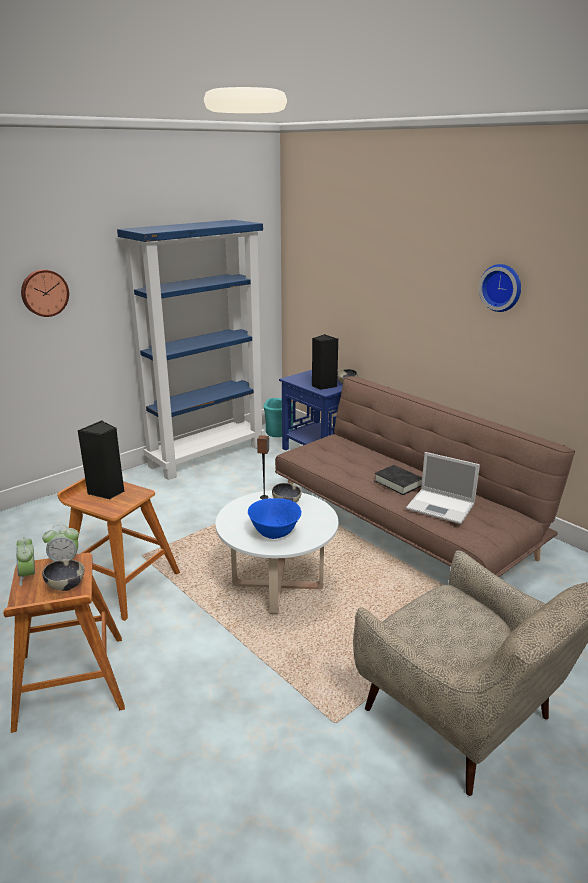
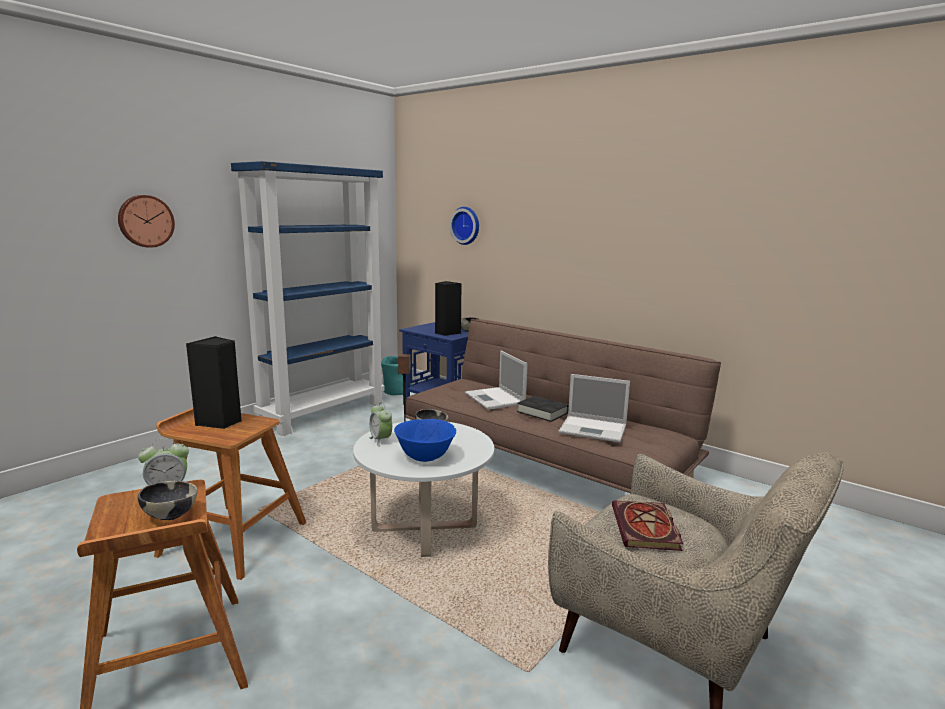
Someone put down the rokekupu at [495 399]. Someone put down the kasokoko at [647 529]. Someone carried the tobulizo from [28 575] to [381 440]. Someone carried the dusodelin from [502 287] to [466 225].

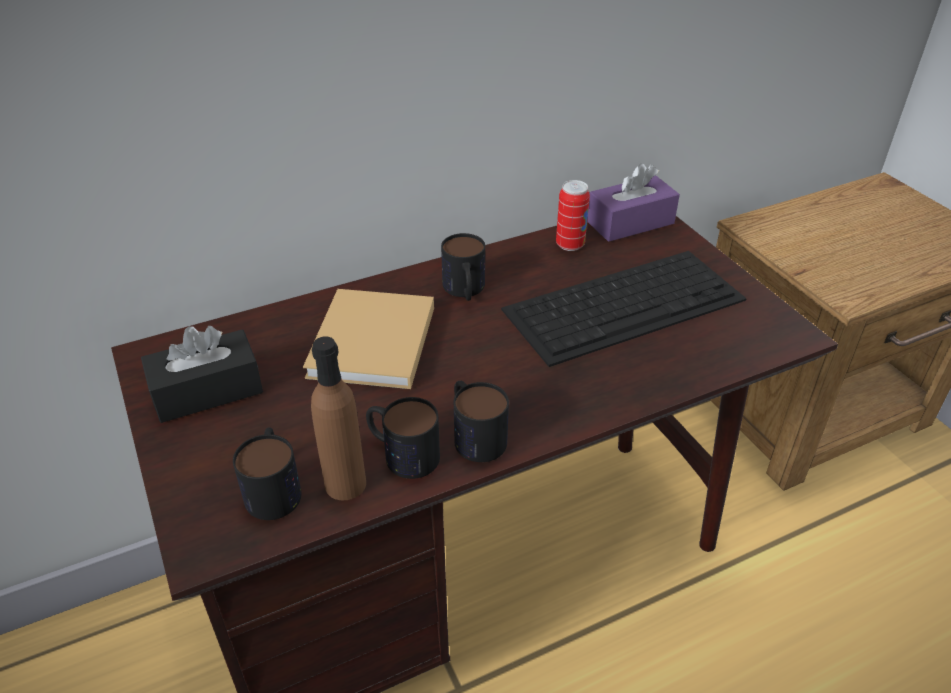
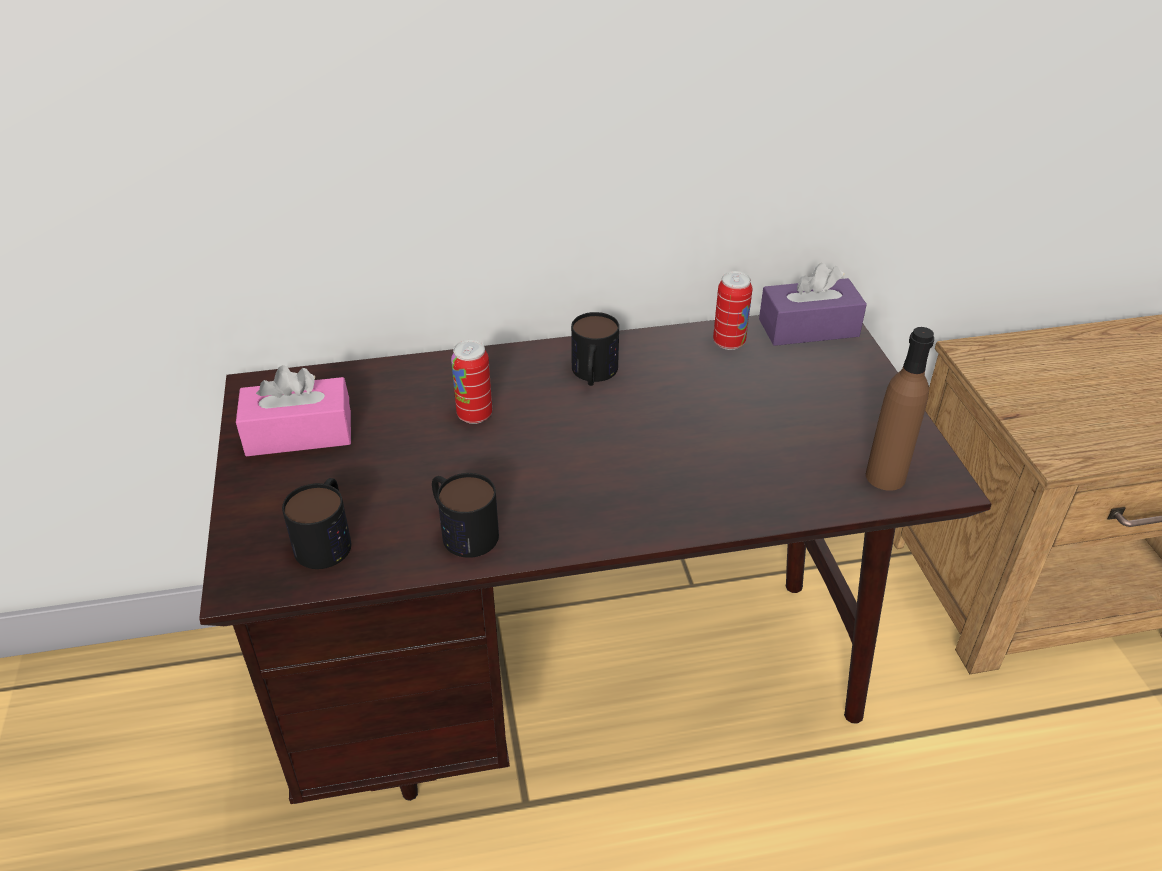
Someone took away the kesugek at [474 434]. Someone took away the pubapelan at [625 303]. Someone carried the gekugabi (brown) from [345 484] to [885 477]. Someone swapped the kasokoko (beige) at [371 344] for the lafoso at [474 415]. Someone repainted the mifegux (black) at [207 391], which became the mifegux (pink) at [299 433].

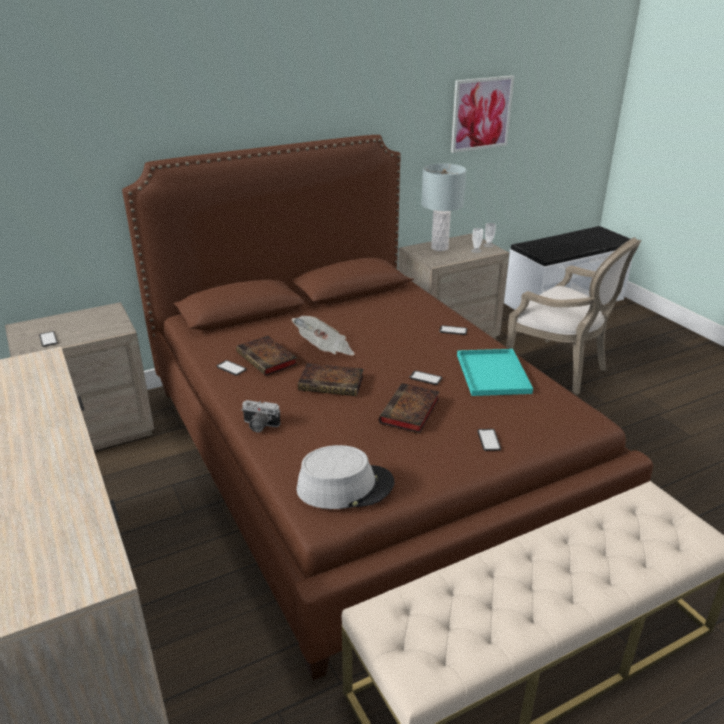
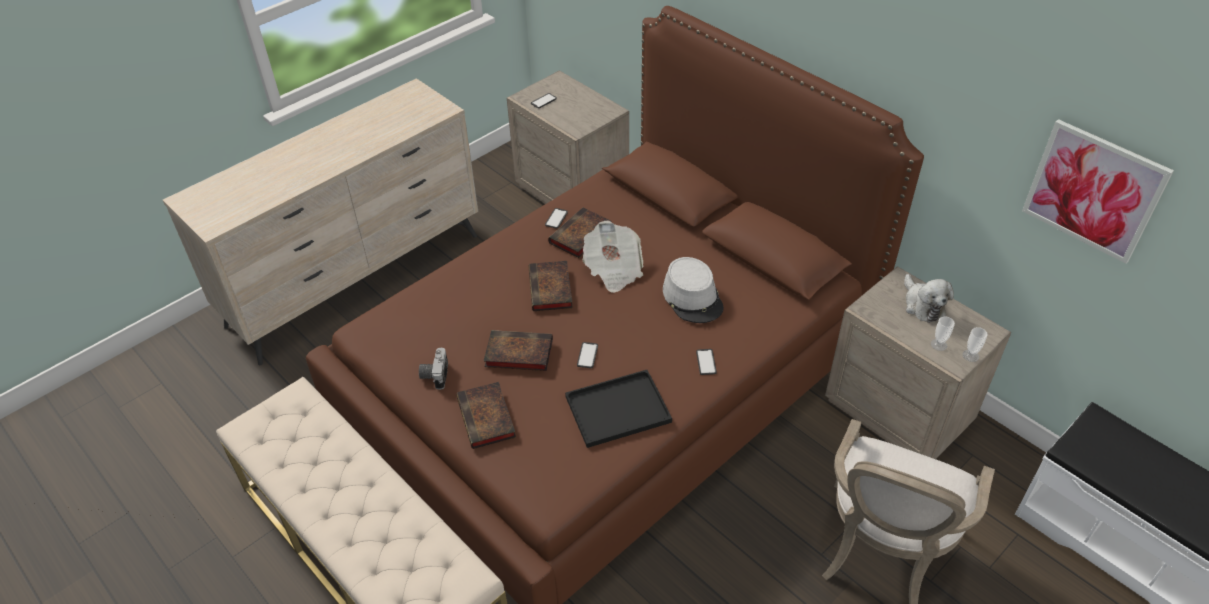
Someone carried the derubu from [259 426] to [434 375]. Someone carried the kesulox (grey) from [345 486] to [693 298]. Someone swapped the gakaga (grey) at [439 248] for the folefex at [922 305]. Someone swapped the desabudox at [489 440] for the kasokoko at [487 419]. Someone repainted the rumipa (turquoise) at [491 372], which became the rumipa (black) at [619 408].

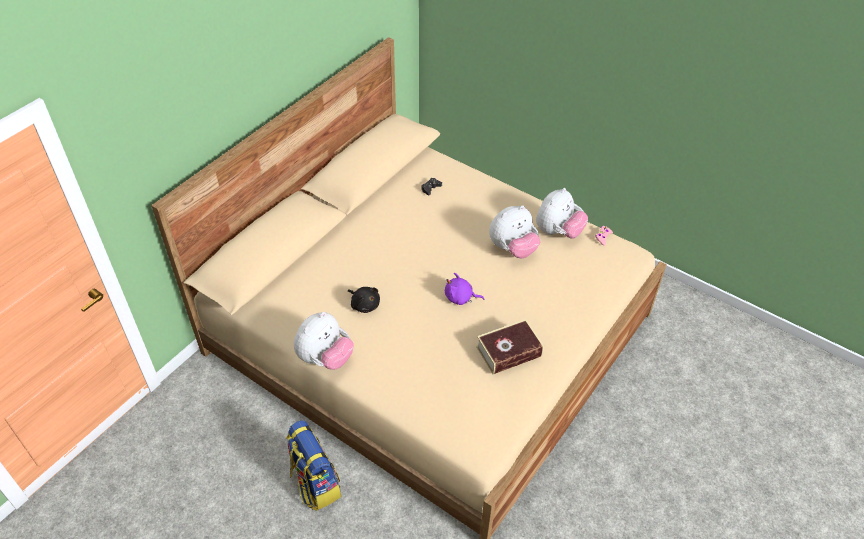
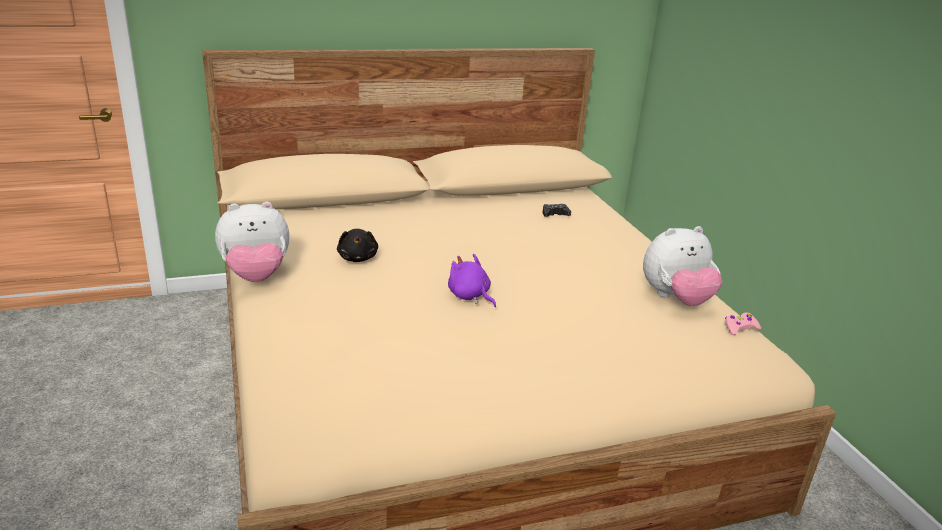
Someone took away the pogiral at [315 484]. Someone took away the kasokoko at [509 351]. Someone took away the folefex at [512 249].

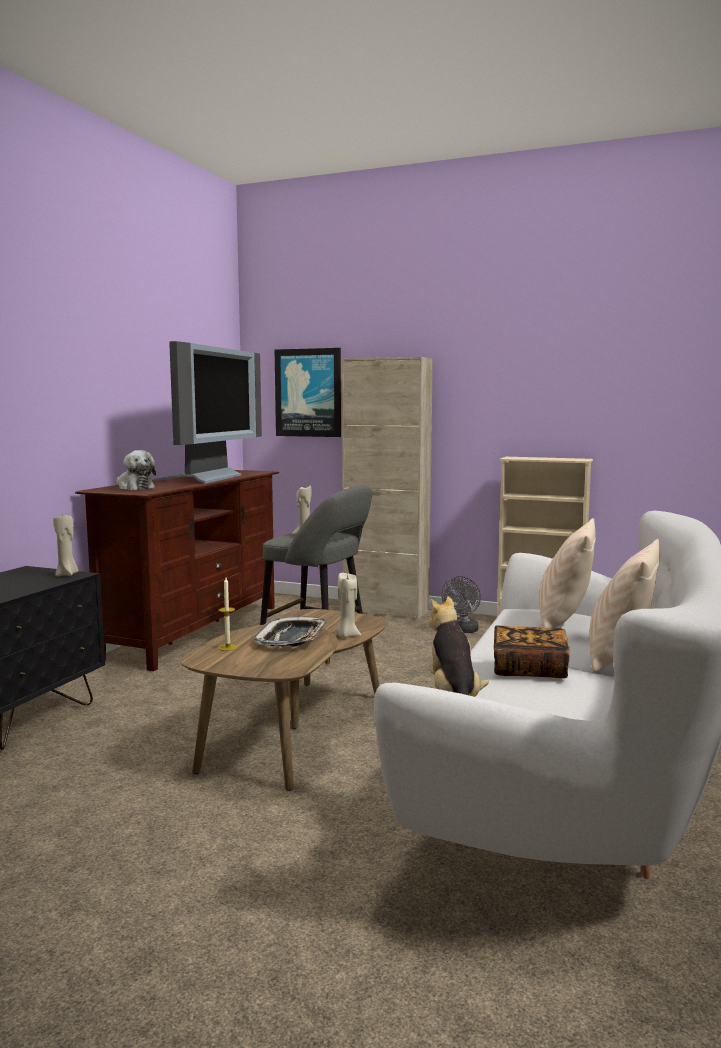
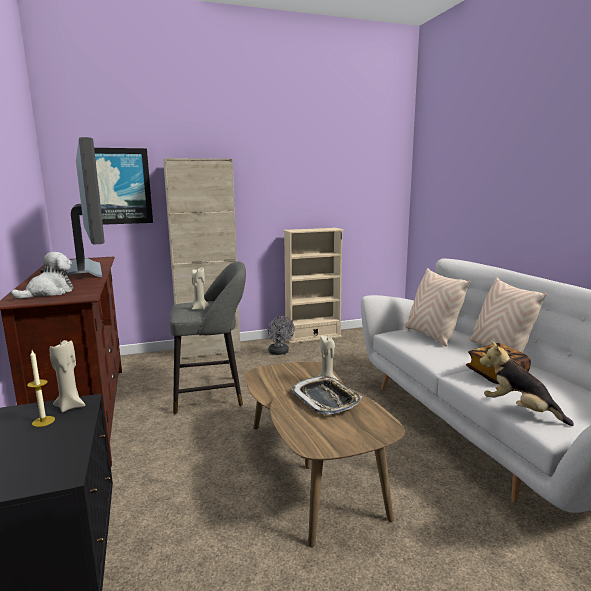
Someone carried the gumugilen from [227 647] to [43 421]. Someone rotated the folefex at [134 487] by 60 degrees counterclockwise.

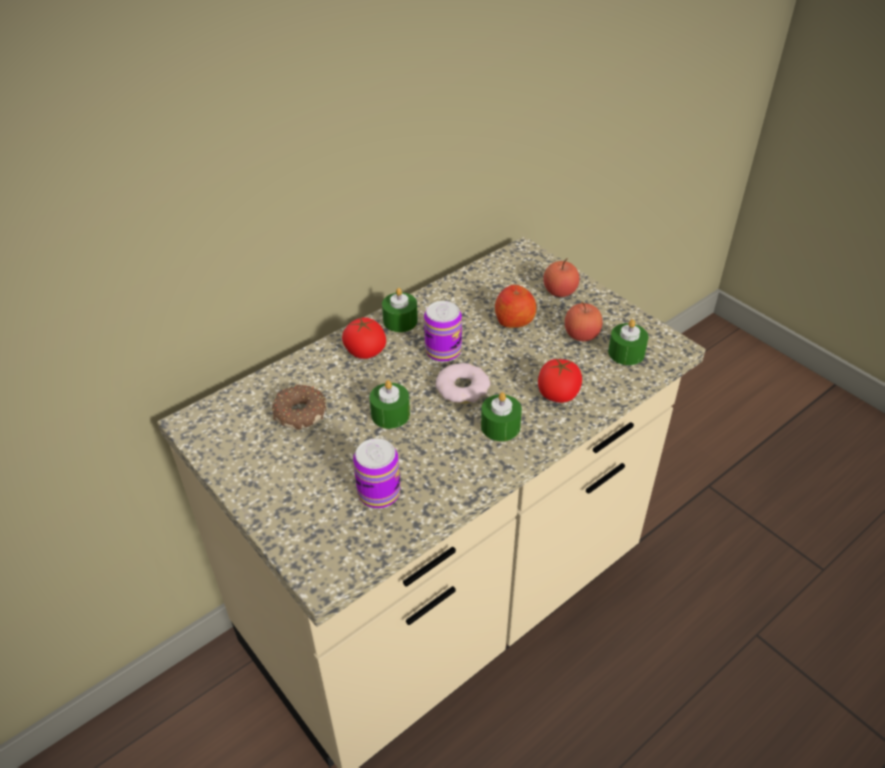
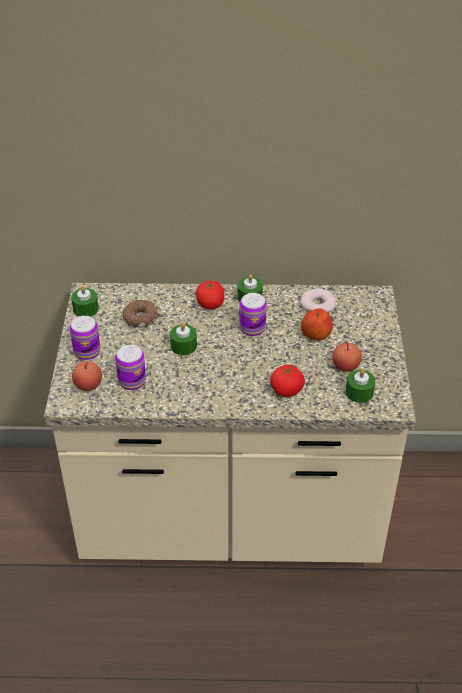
Someone put down the lafoso at [87 352]. Someone carried the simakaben from [462 388] to [318 305]. Someone carried the gumugilen (green) from [500 426] to [86 309]. Someone carried the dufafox from [559 291] to [88 385].

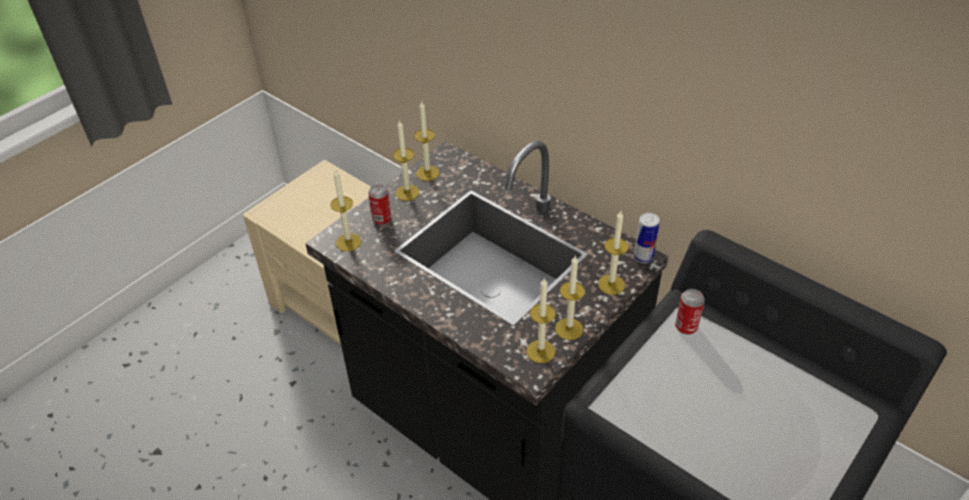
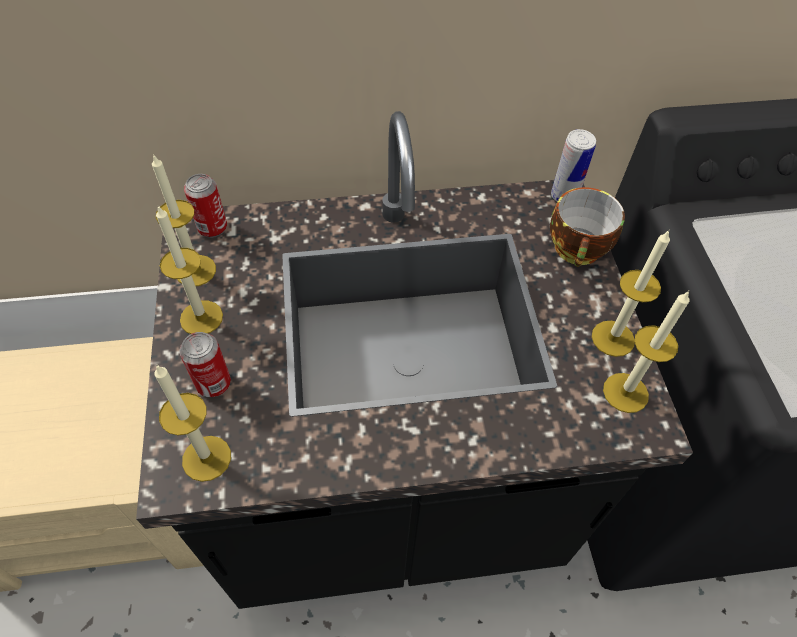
Someone carried the lafoso from [686 327] to [212 228]. Someone swapped the gumugilen at [611 284] for the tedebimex at [578 251].

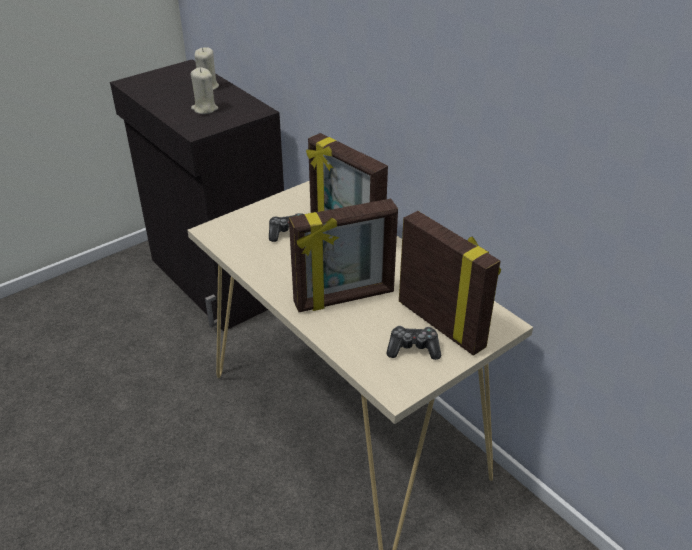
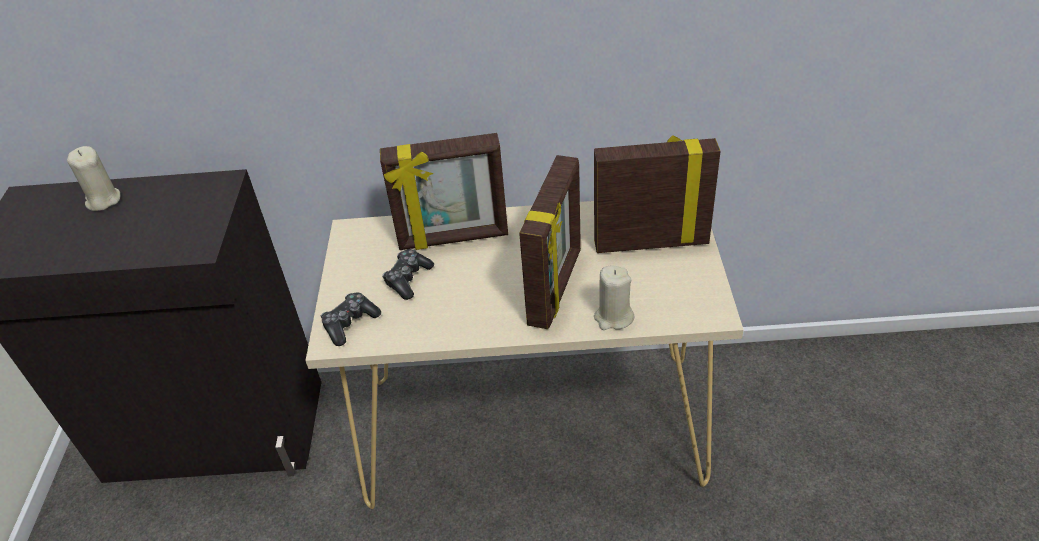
Someone carried the gumugilen (beige) from [205 109] to [613 317]. Someone carried the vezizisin from [413 349] to [350 324].

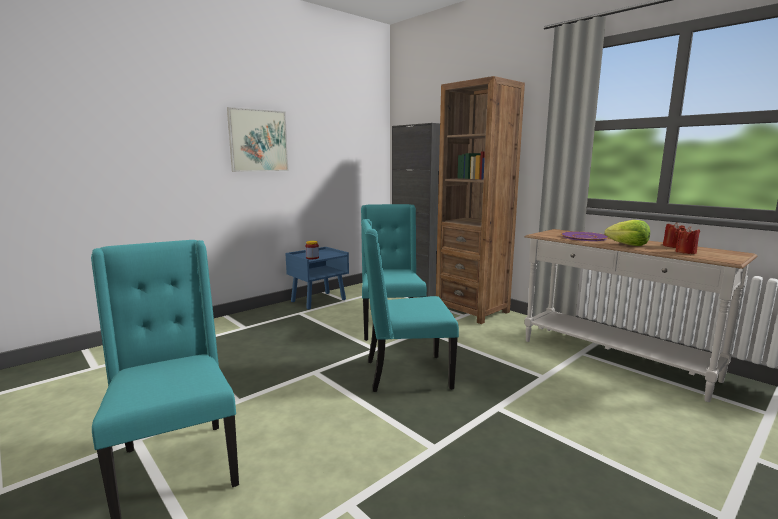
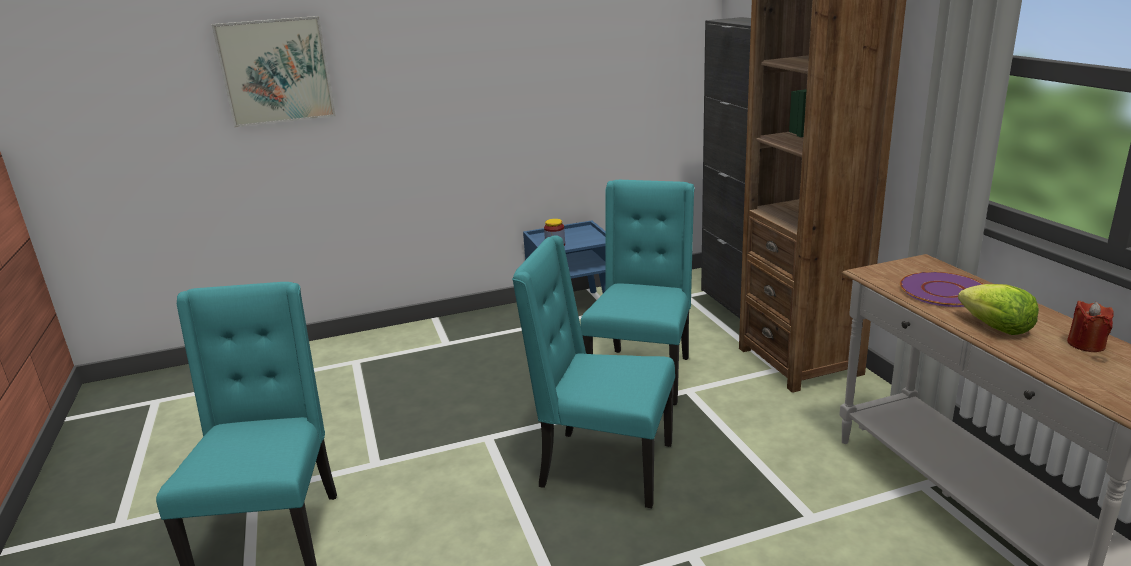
Someone took away the gumugilen (red) at [685 252]. Someone carried the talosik from [258 141] to [276 71].

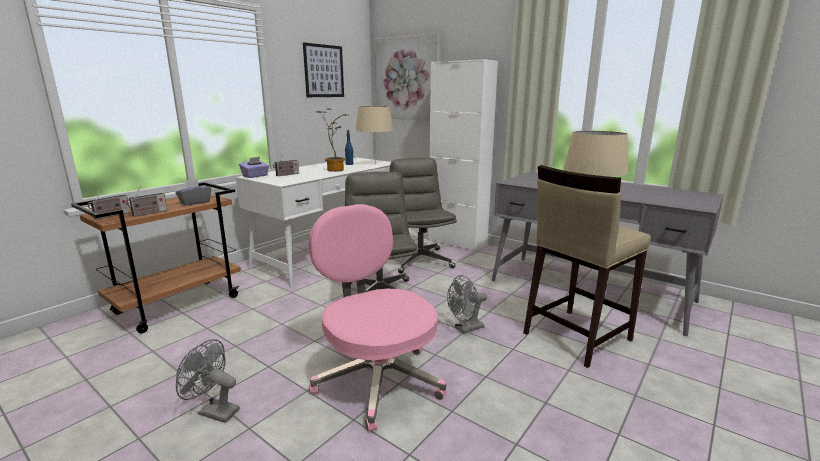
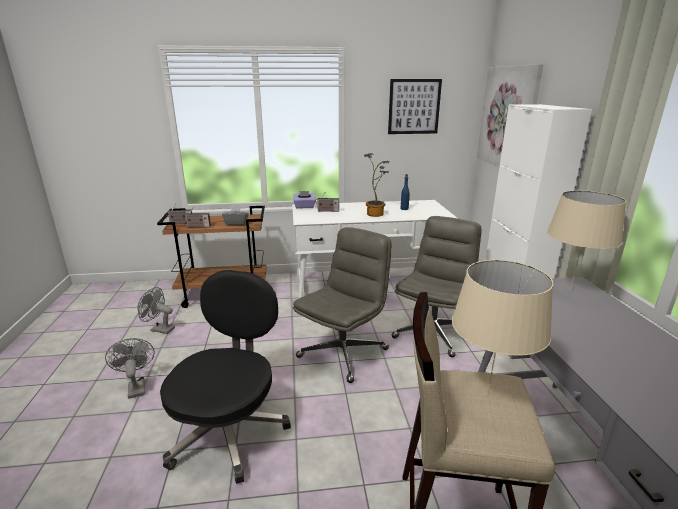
Someone carried the gakaga (beige) from [375 164] to [570 289]. Someone carried the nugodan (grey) from [465 329] to [159 329]. Someone repainted the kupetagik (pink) at [377 379], which became the kupetagik (black) at [230 430].

